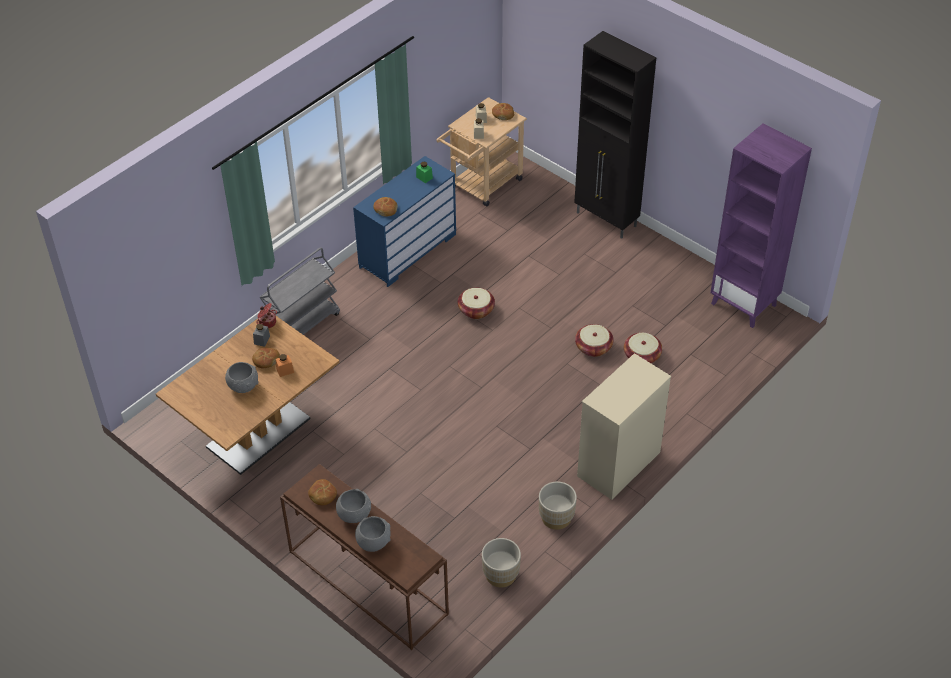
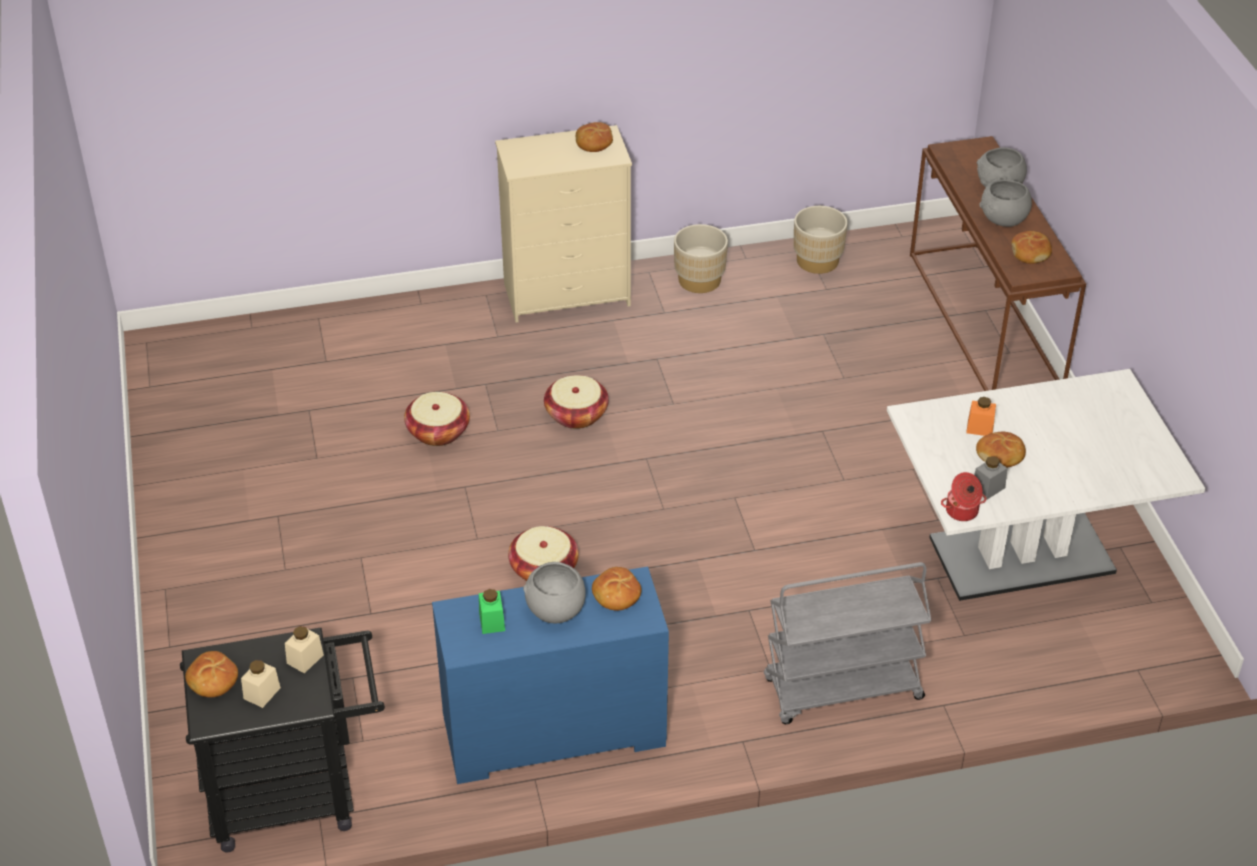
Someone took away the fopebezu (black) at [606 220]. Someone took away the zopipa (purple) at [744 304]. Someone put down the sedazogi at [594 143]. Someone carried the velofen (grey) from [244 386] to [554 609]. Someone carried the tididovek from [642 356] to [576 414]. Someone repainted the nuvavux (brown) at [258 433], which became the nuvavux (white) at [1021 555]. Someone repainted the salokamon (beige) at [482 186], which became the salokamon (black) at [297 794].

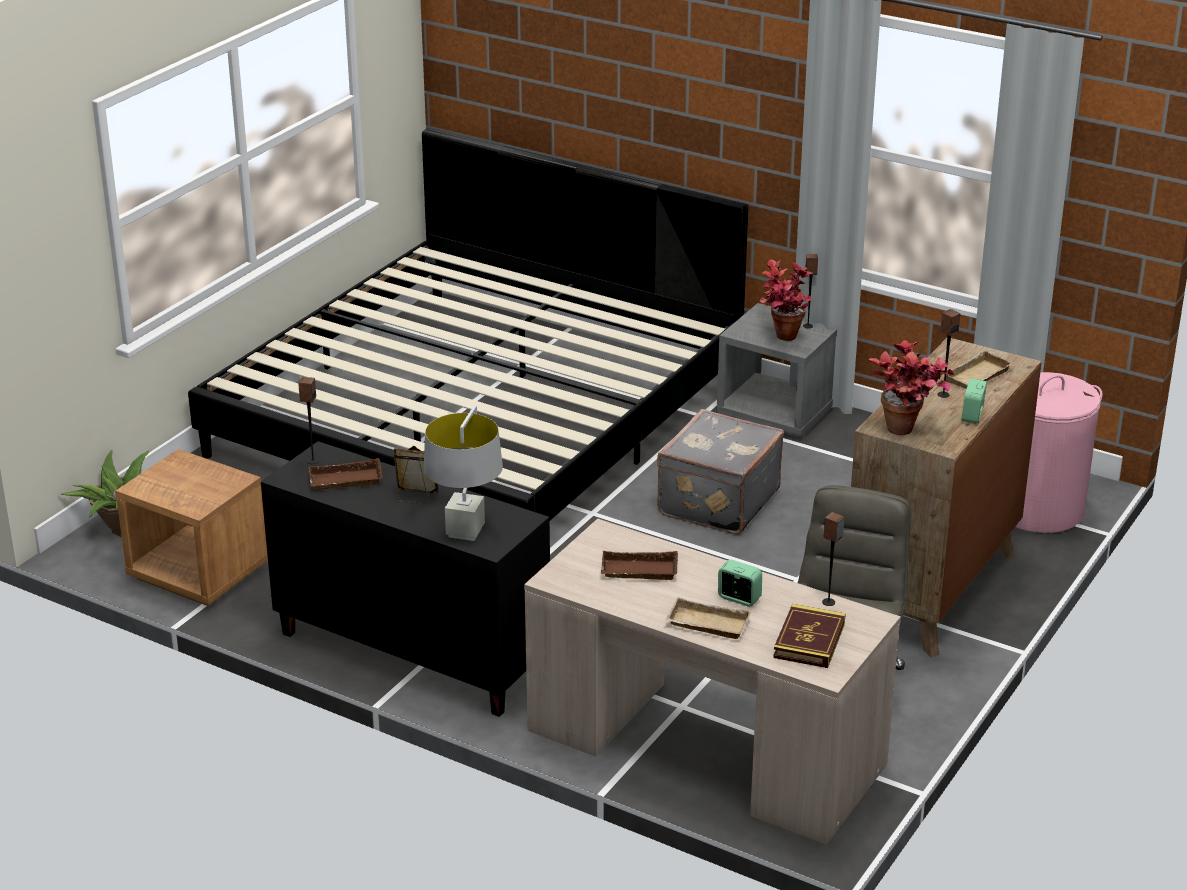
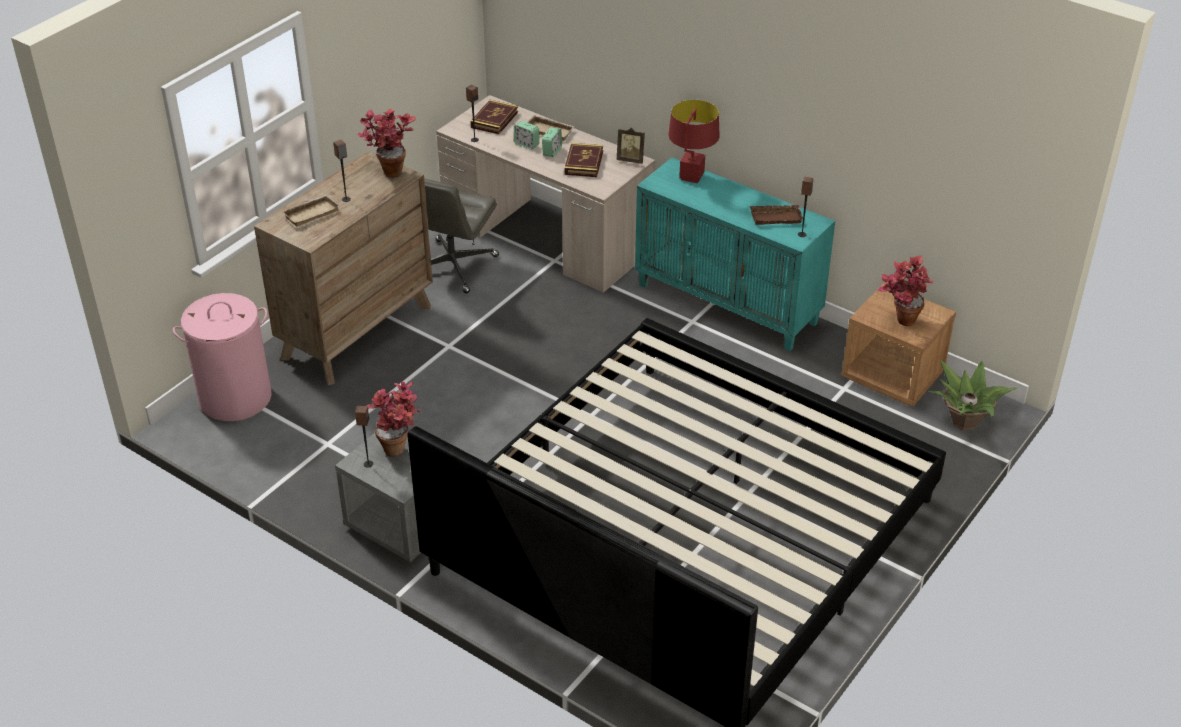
Someone took away the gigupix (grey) at [716 502]. Someone put down the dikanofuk at [899 321]. Someone carried the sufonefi from [415 497] to [631 159]. Someone carried the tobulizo from [972 416] to [552 151]. Someone swapped the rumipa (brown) at [638 572] for the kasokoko at [584 163]. Someone repainted the fopebezu (black) at [409 654], which became the fopebezu (turquoise) at [728 304]. Someone repainted the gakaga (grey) at [465 531], which became the gakaga (red) at [691 177].

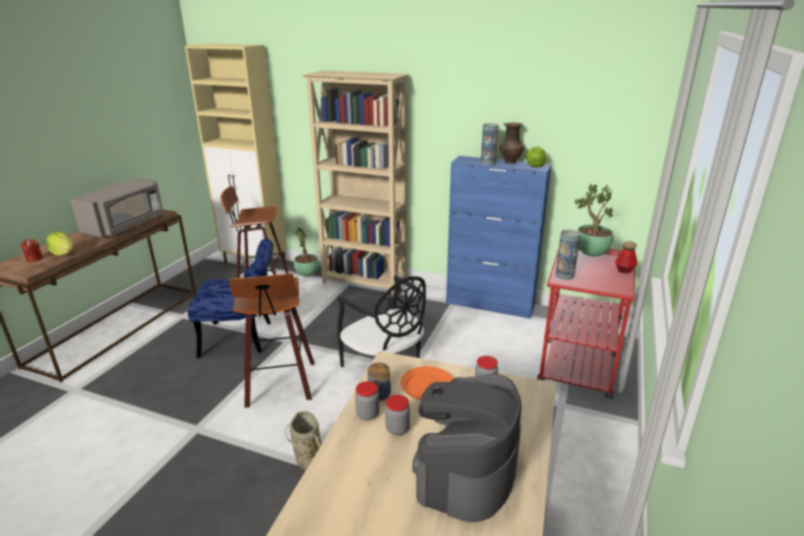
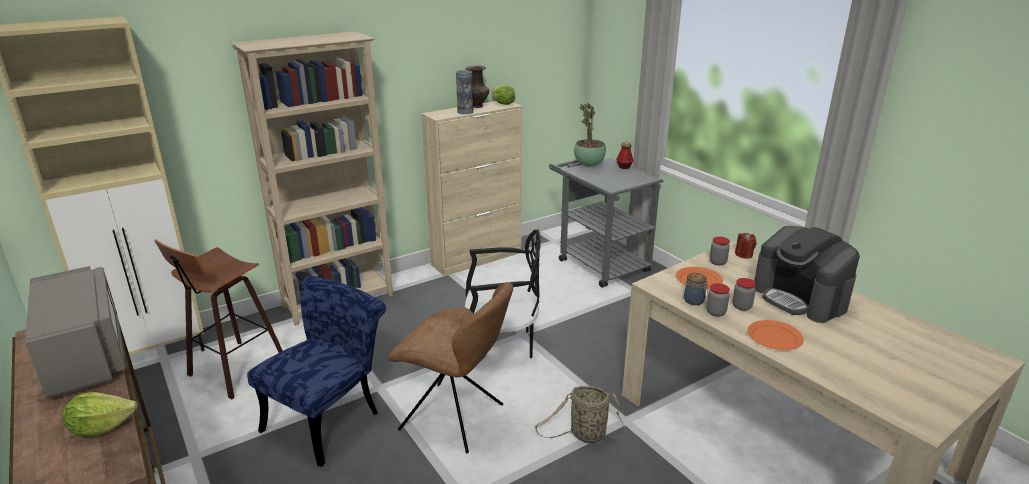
Someone took away the dikanofuk at [307 275]. Someone took away the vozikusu at [564 275]. Someone put down the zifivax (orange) at [774 337]. Someone carried the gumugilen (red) from [34 259] to [744 254]. Someone swapped the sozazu at [279 386] for the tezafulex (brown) at [455 418]. Someone repainted the fopebezu (blue) at [490 304], which became the fopebezu (beige) at [477 258]. Someone repainted the salokamon (red) at [577 362], which became the salokamon (grey) at [598 262].

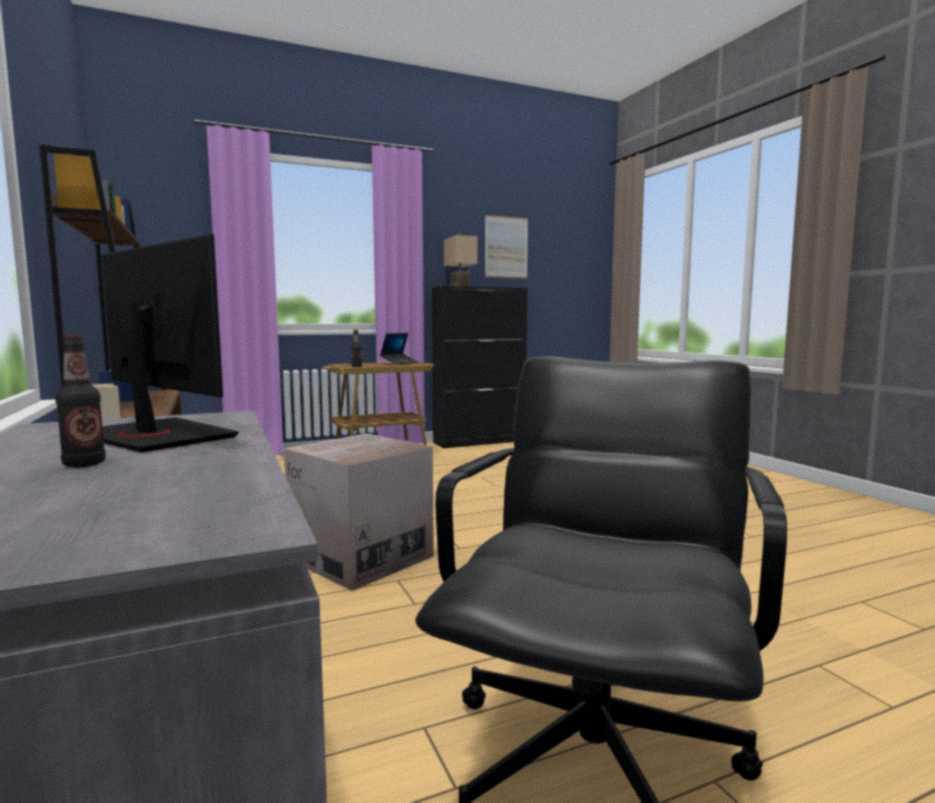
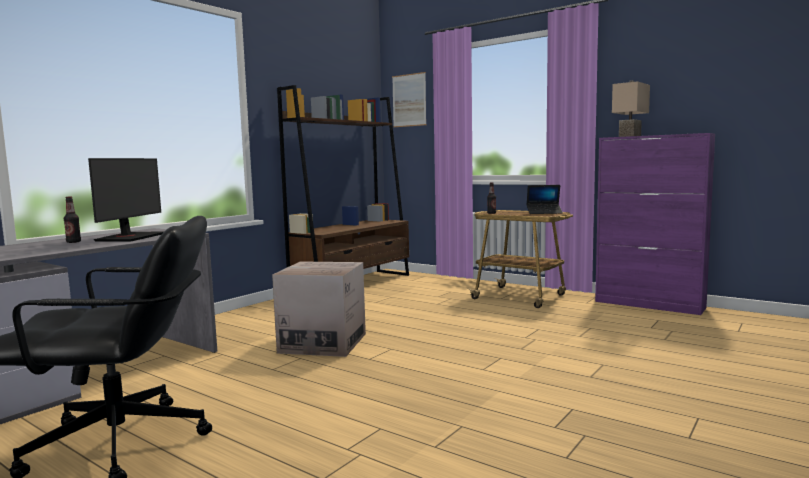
Someone carried the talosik from [506 247] to [409 100]. Someone repainted the fopebezu (black) at [480 441], which became the fopebezu (purple) at [649 304].

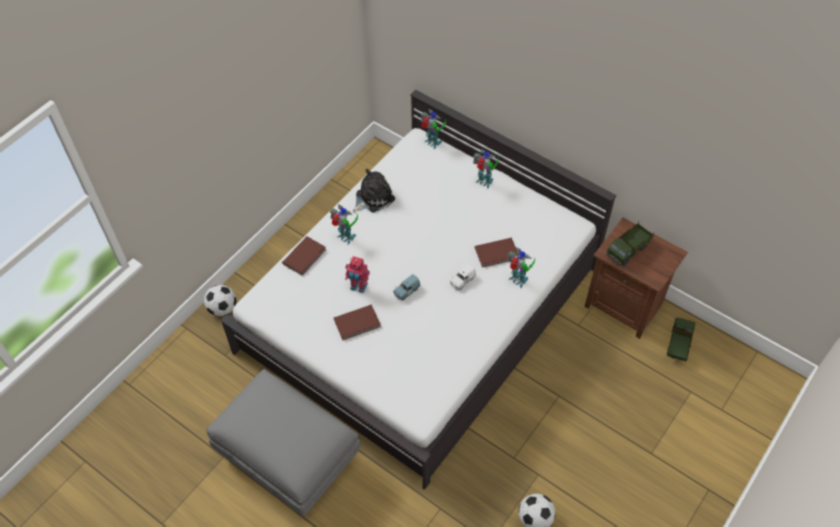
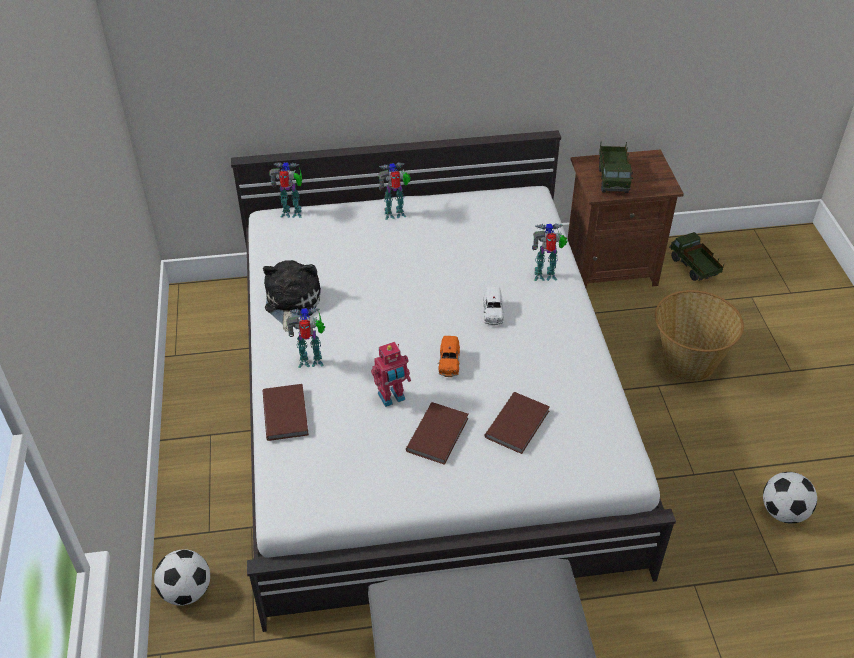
Someone put down the tididovek at [687 362]. Someone carried the kasokoko (brown) from [497 254] to [519 424]. Someone repainted the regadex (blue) at [406 291], which became the regadex (orange) at [449 364].

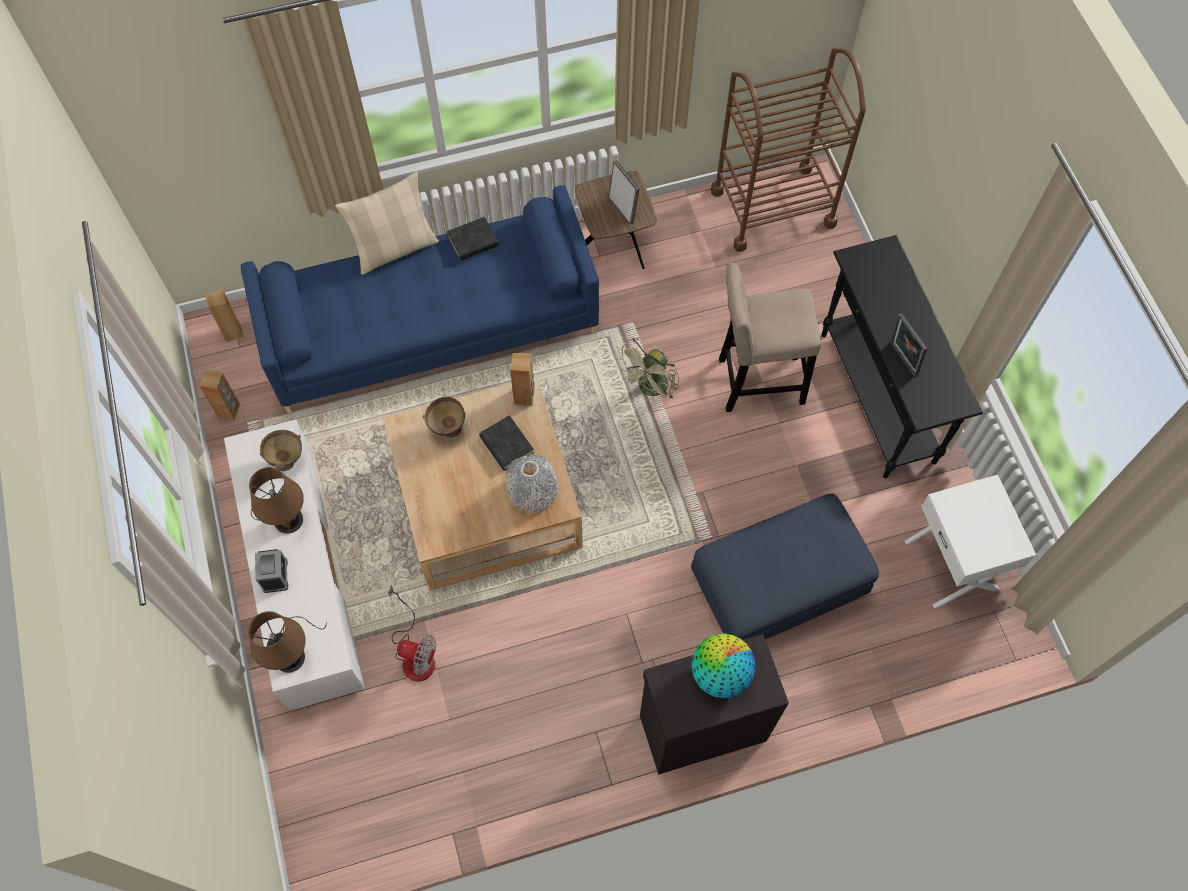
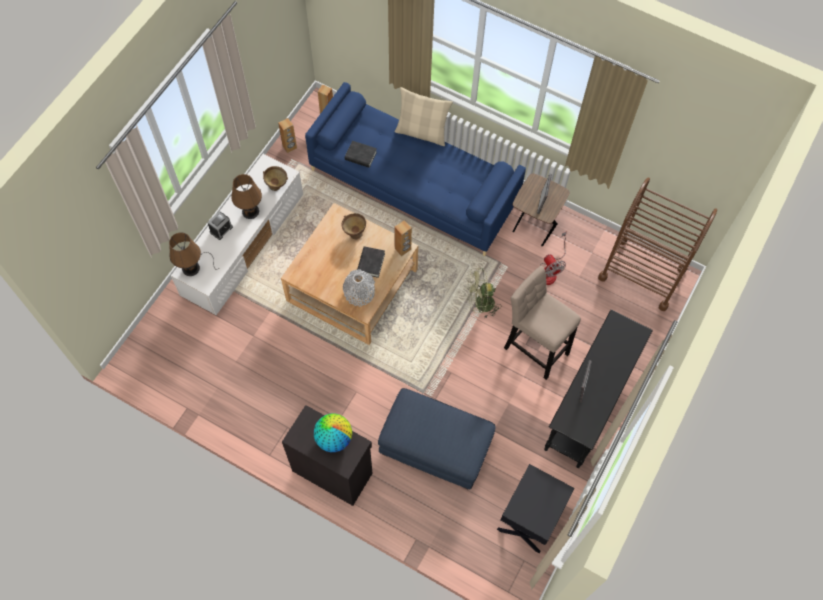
Someone carried the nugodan from [415 653] to [549 270]. Someone carried the kasokoko (black) from [472 242] to [360 156]. Someone repainted the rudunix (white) at [952 564], which became the rudunix (black) at [530 520].

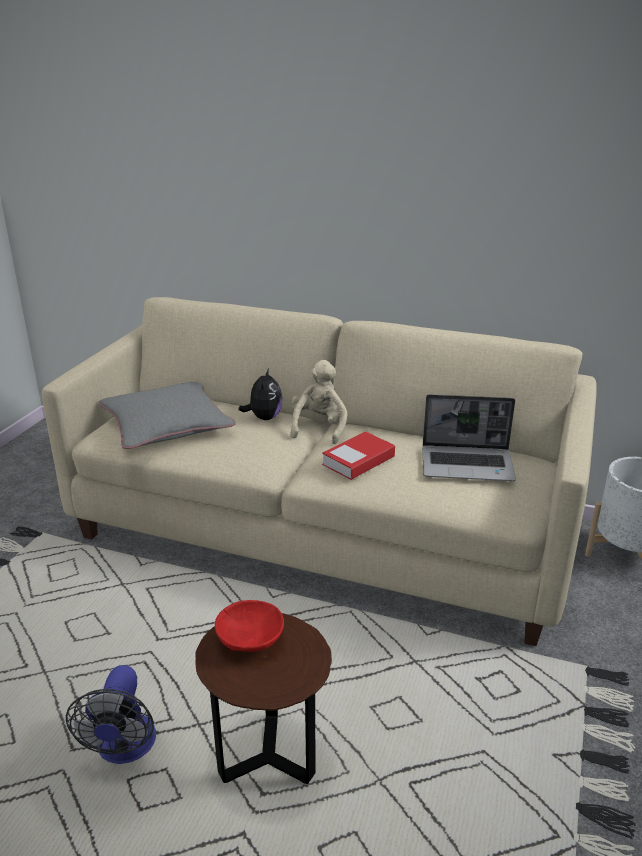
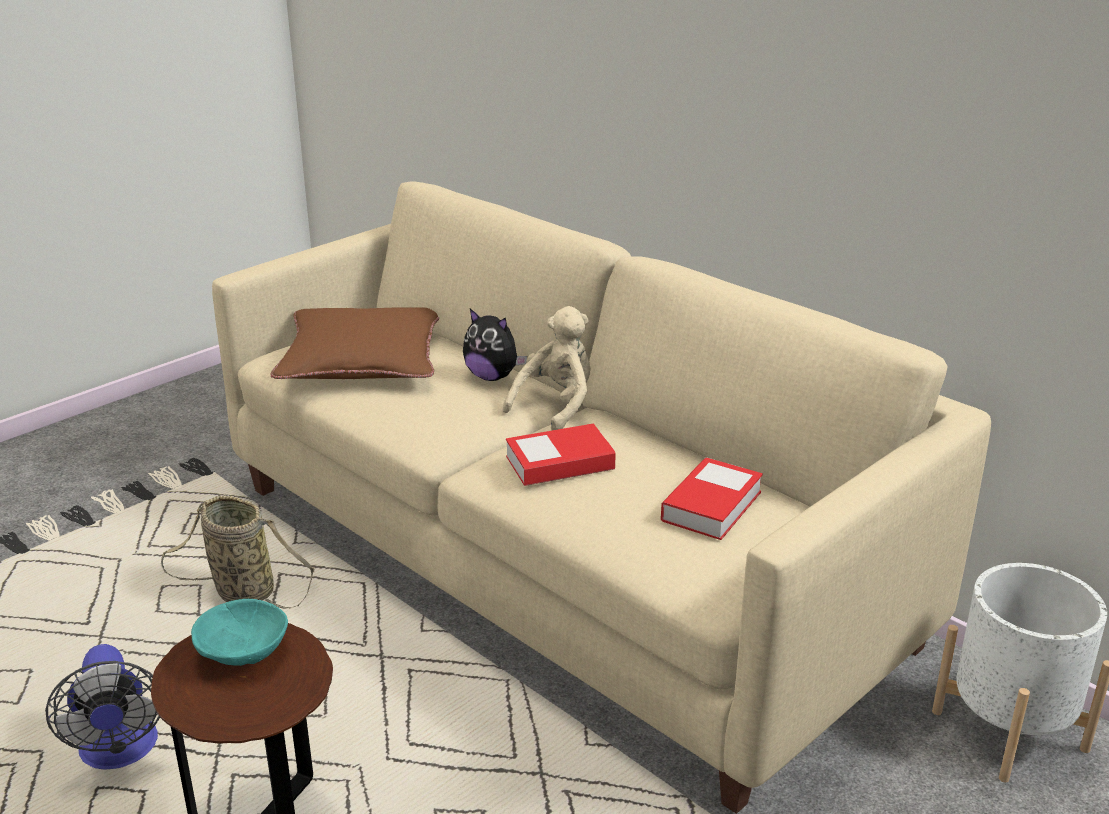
Someone put down the tididovek at [240 591]. Someone swapped the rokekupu at [468 465] for the kasokoko at [711 506]. Someone repainted the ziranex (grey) at [166 424], which became the ziranex (brown) at [362 359]. Someone repainted the velofen (red) at [250 642], which became the velofen (turquoise) at [242 655]. Someone rotated the nugodan at [124 749] by 45 degrees counterclockwise. Someone rotated the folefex at [264 418] by 90 degrees clockwise.

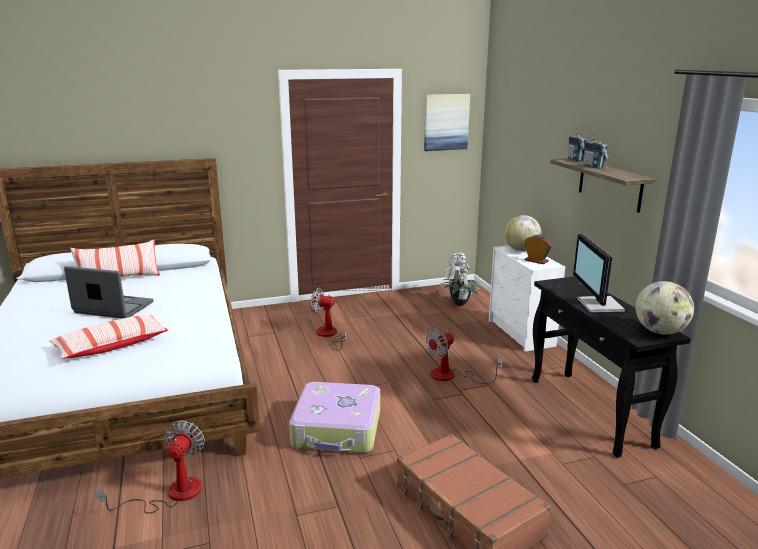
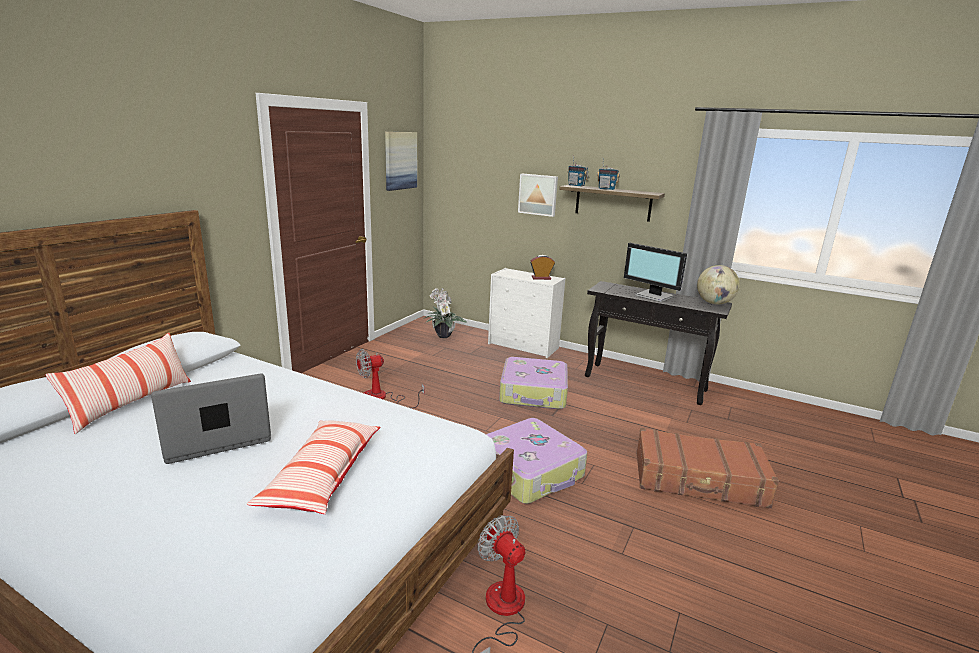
Someone took away the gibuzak at [521 250]. Someone put up the talosik at [538 194]. Someone swapped the nugodan at [452 376] for the gigupix at [534 393].

